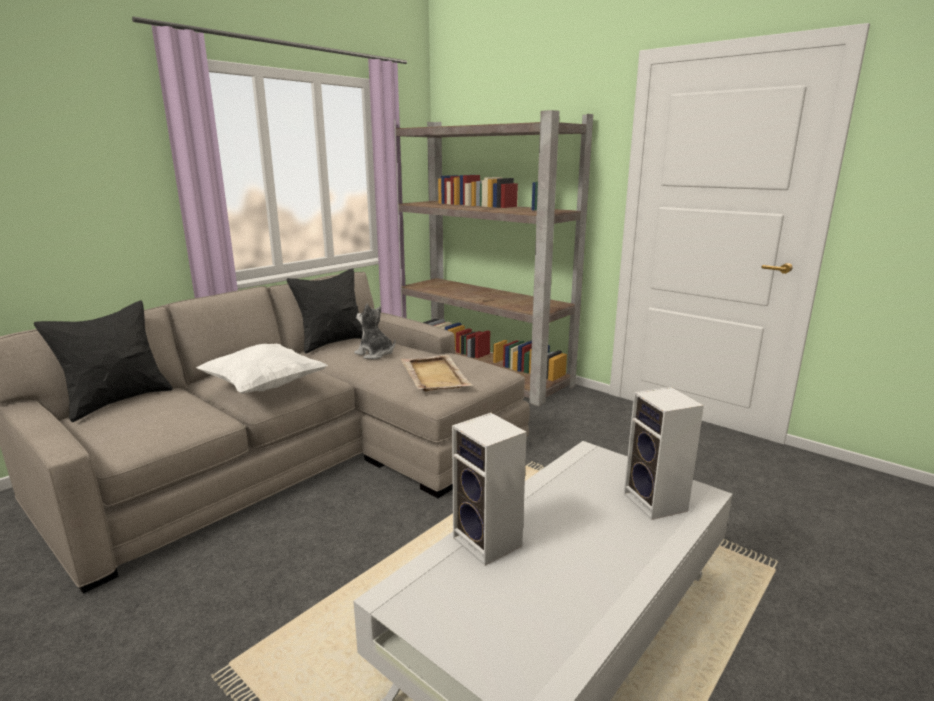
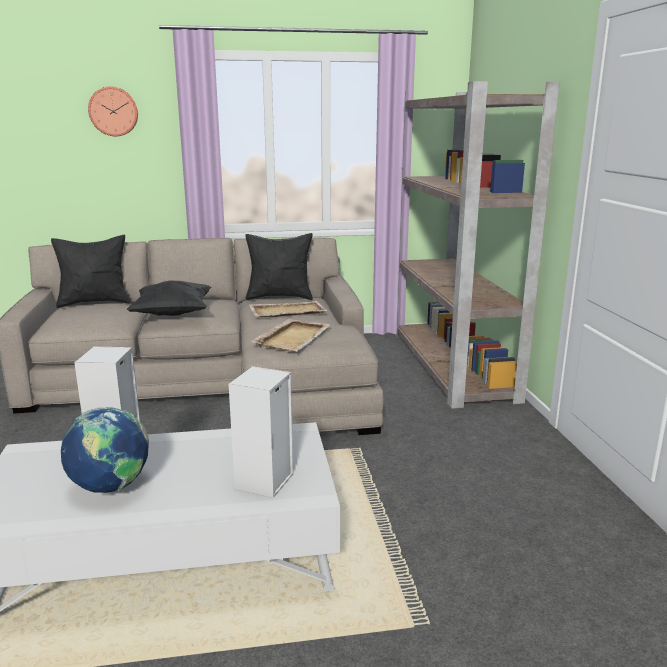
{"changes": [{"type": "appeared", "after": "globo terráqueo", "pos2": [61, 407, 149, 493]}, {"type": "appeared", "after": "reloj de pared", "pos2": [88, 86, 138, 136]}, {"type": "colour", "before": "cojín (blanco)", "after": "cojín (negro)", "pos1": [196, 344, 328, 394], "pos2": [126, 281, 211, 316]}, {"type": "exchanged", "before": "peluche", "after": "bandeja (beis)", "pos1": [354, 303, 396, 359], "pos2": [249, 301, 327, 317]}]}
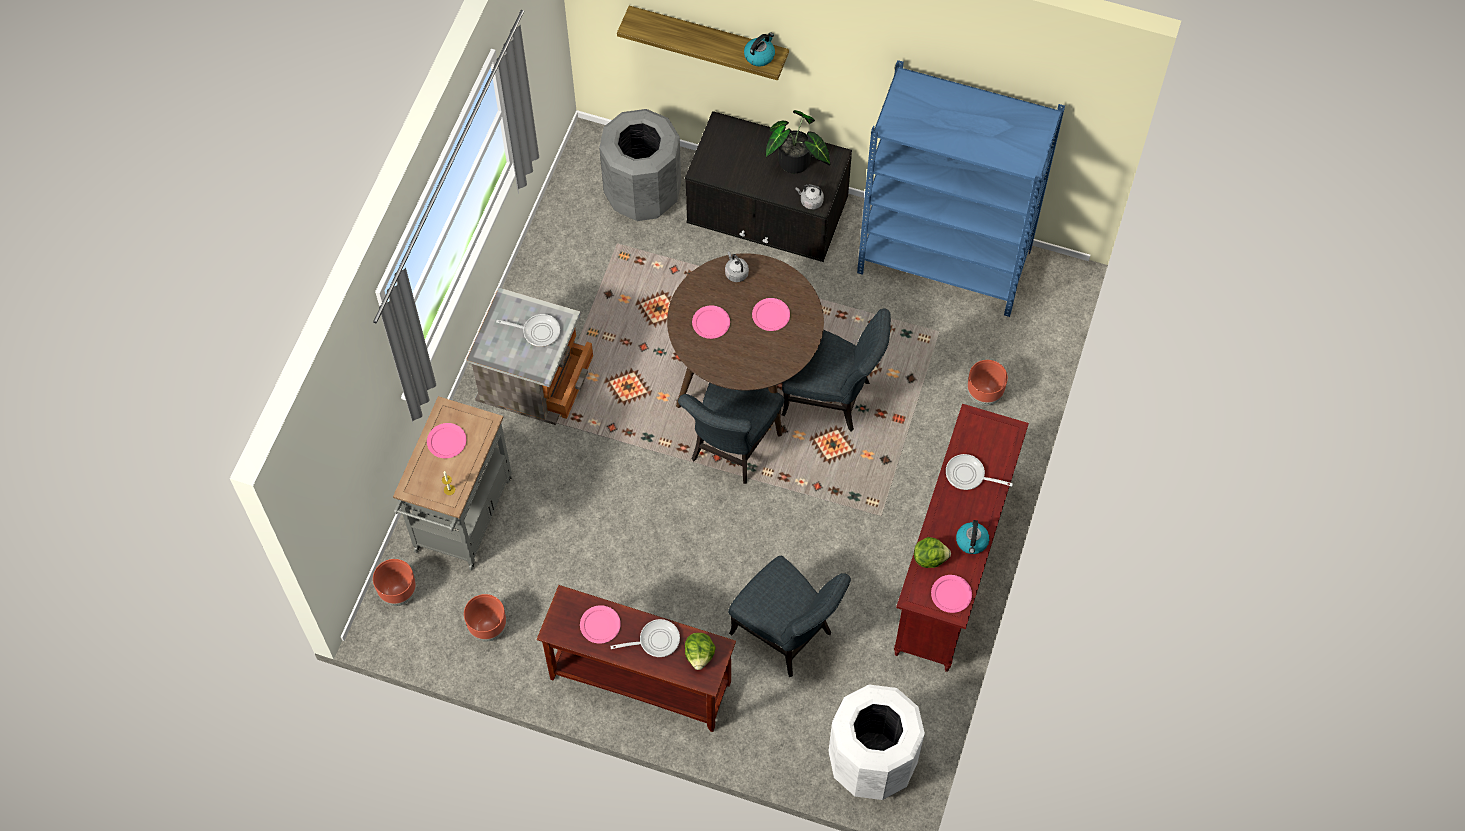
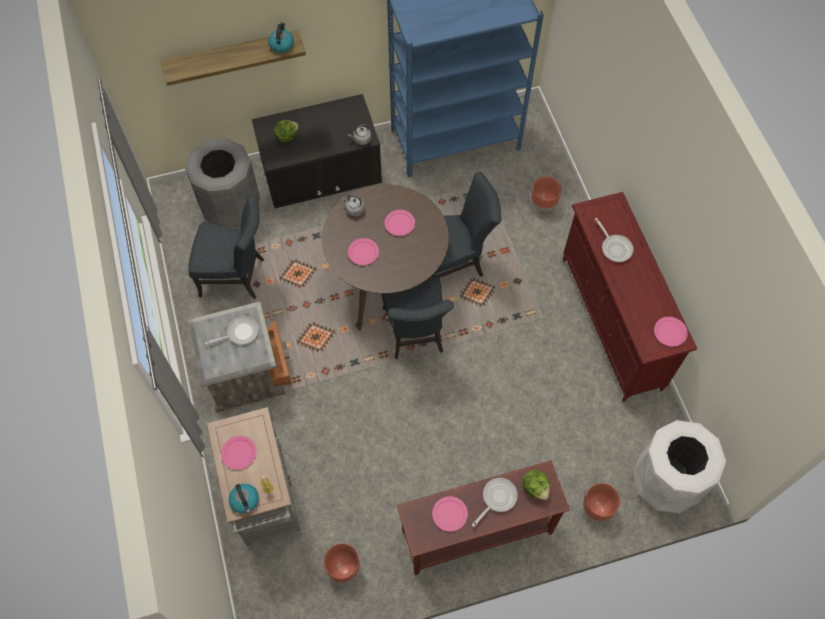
{"changes": [{"type": "relocated", "before": "silla (gris)", "pos1": [728, 555, 851, 677], "pos2": [188, 195, 264, 299]}, {"type": "relocated", "before": "hervidor", "pos1": [956, 520, 989, 554], "pos2": [229, 484, 259, 514]}, {"type": "relocated", "before": "lechuga", "pos1": [914, 537, 951, 568], "pos2": [274, 120, 299, 142]}, {"type": "relocated", "before": "maceta (marrón)", "pos1": [373, 559, 416, 606], "pos2": [583, 483, 620, 522]}, {"type": "spun", "before": "sartén", "pos1": [946, 454, 1013, 490], "pos2": [595, 218, 633, 262], "turn": -105}, {"type": "missing", "before": "planta en maceta", "pos1": [765, 110, 831, 173]}]}
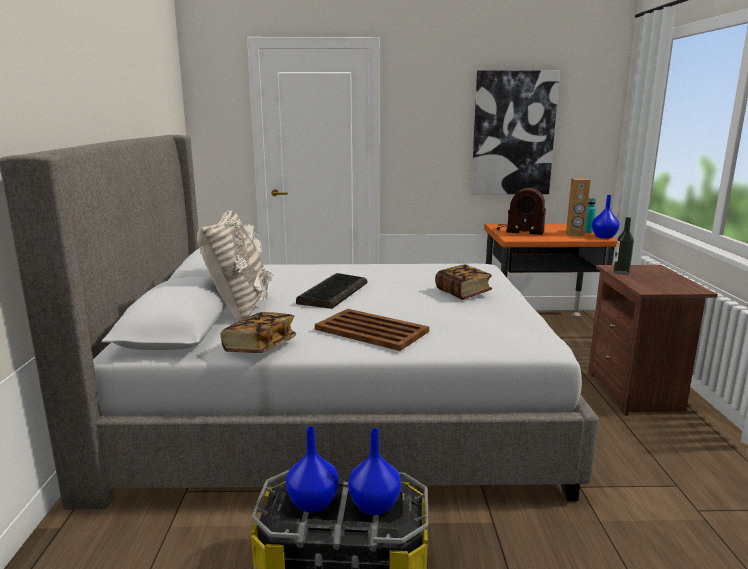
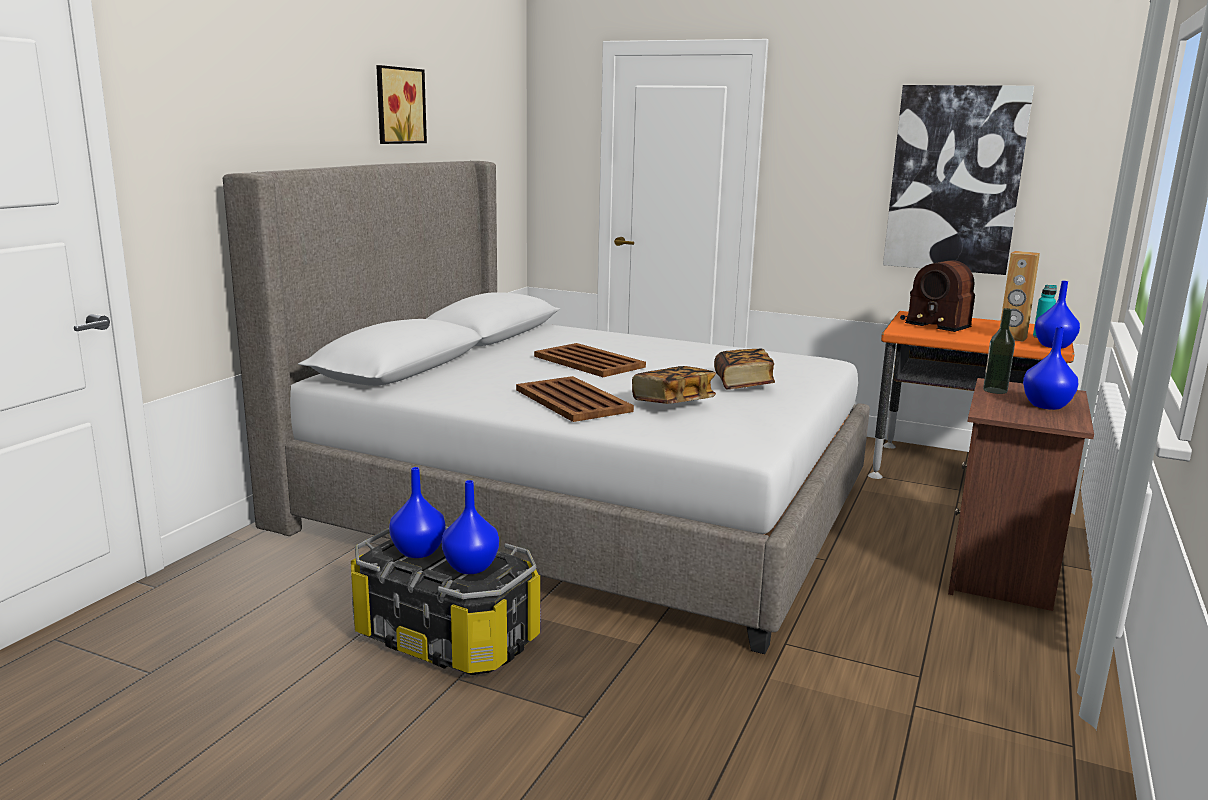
{"changes": [{"type": "appeared", "after": "cuadro", "pos2": [376, 65, 427, 144]}, {"type": "exchanged", "before": "teclado", "after": "bandeja (marrón)", "pos1": [296, 273, 367, 309], "pos2": [534, 343, 646, 377]}, {"type": "relocated", "before": "libro", "pos1": [220, 312, 296, 353], "pos2": [632, 366, 716, 404]}, {"type": "appeared", "after": "florero (azul)", "pos2": [1023, 327, 1078, 410]}, {"type": "missing", "before": "cojín (beis)", "pos1": [197, 210, 274, 321]}]}
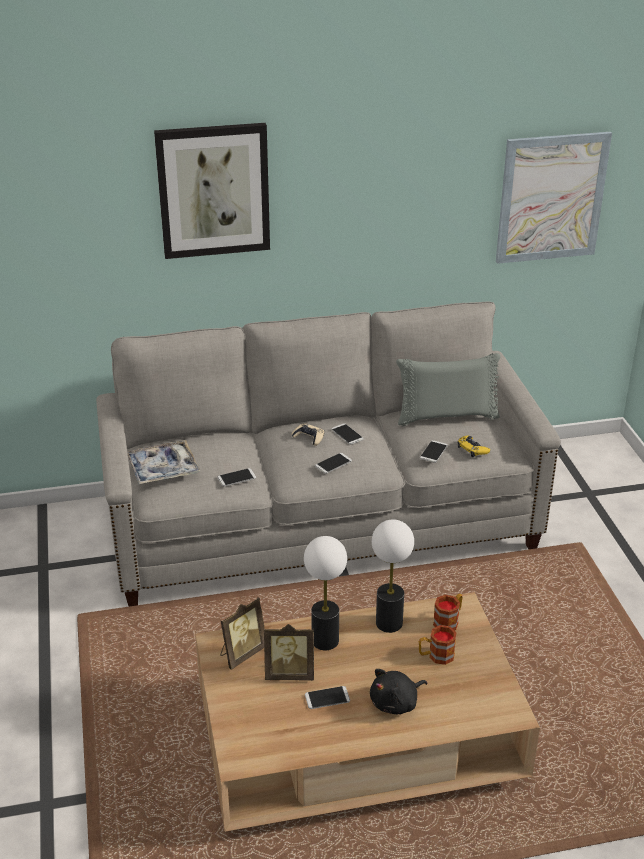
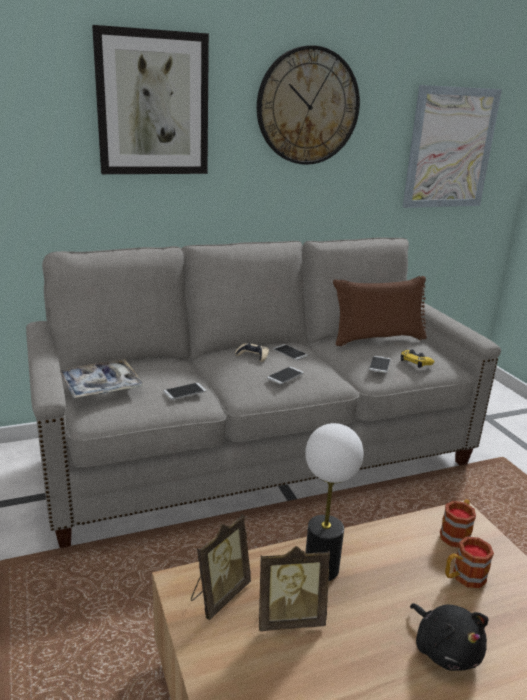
{"changes": [{"type": "appeared", "after": "reloj de pared", "pos2": [257, 45, 360, 165]}, {"type": "colour", "before": "cojín (gris)", "after": "cojín (marrón)", "pos1": [396, 353, 500, 426], "pos2": [333, 276, 427, 346]}, {"type": "spun", "before": "peluche (negro)", "pos1": [370, 669, 427, 714], "pos2": [410, 603, 489, 671], "turn": -75}, {"type": "missing", "before": "móvil", "pos1": [305, 686, 350, 709]}, {"type": "missing", "before": "lámpara de mesa", "pos1": [372, 520, 414, 633]}]}
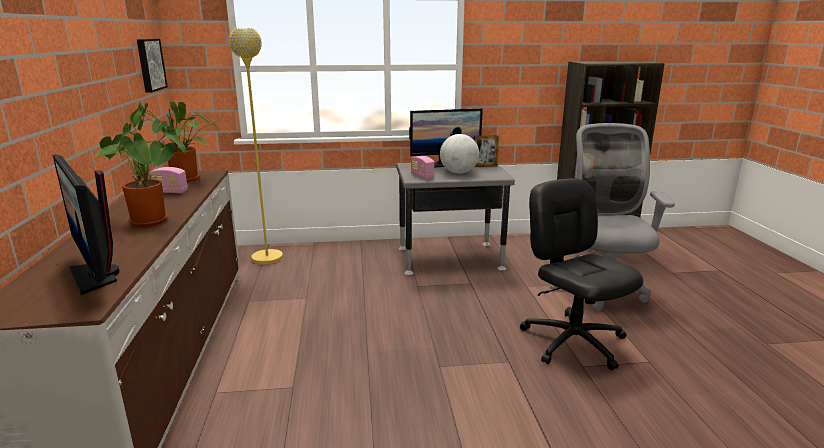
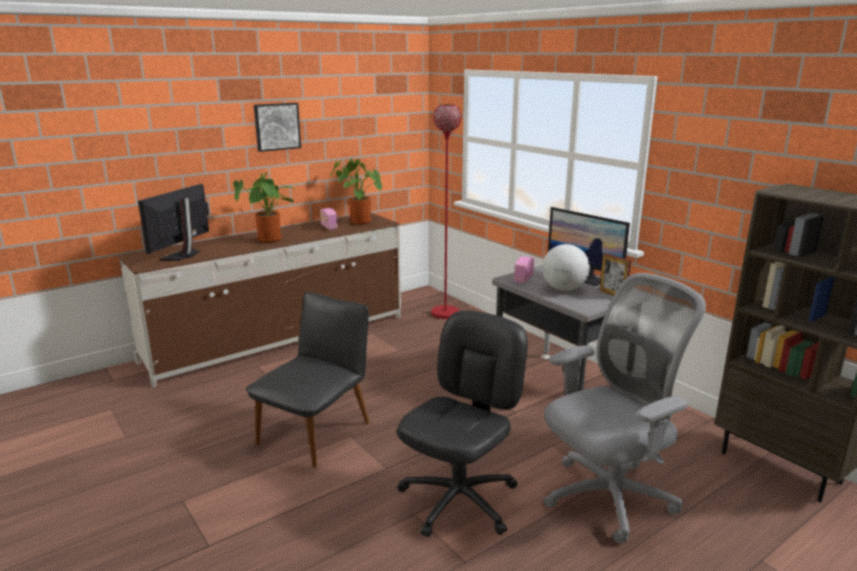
{"changes": [{"type": "appeared", "after": "silla (negro)", "pos2": [246, 292, 370, 468]}, {"type": "relocated", "before": "cuadro", "pos1": [137, 39, 168, 92], "pos2": [254, 103, 301, 152]}, {"type": "colour", "before": "lámpara de pie (amarillo)", "after": "lámpara de pie (rojo)", "pos1": [229, 28, 283, 265], "pos2": [431, 104, 462, 319]}]}
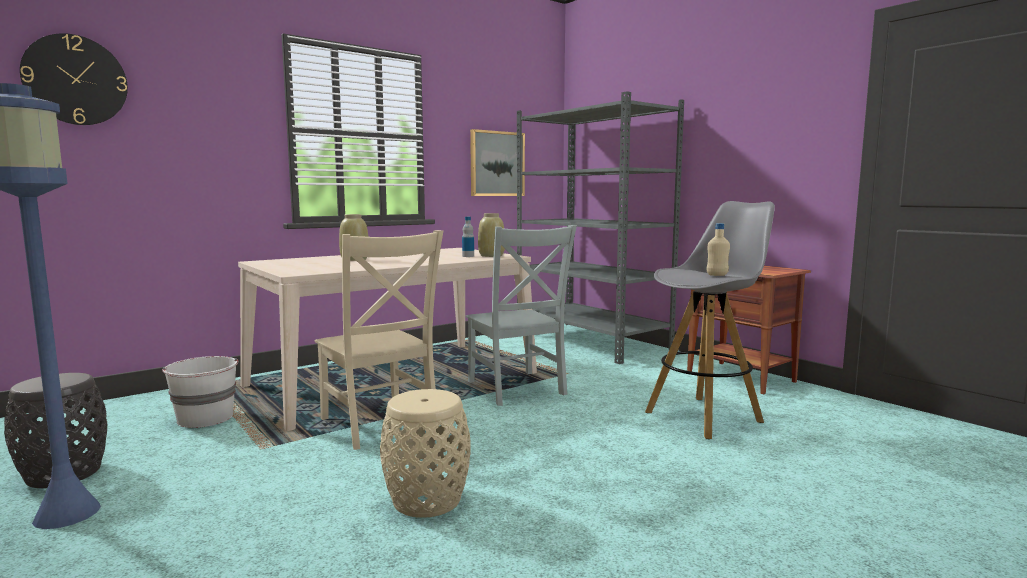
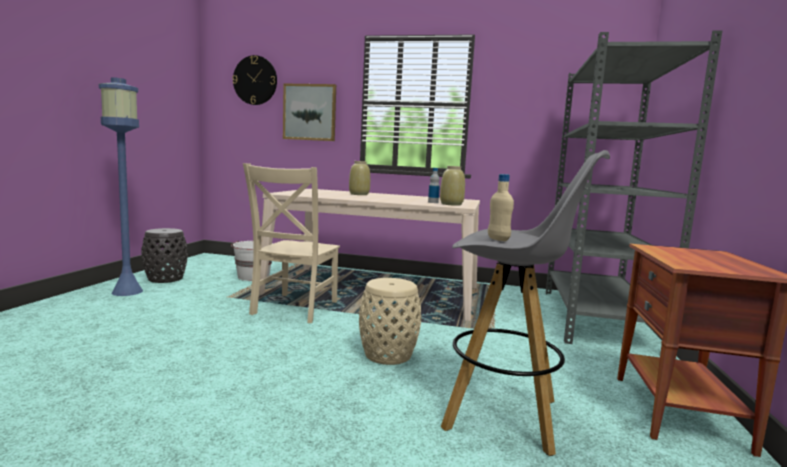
{"changes": [{"type": "relocated", "before": "cuadro", "pos1": [470, 129, 525, 196], "pos2": [283, 84, 336, 141]}, {"type": "relocated", "before": "taburete (beis)", "pos1": [380, 389, 471, 518], "pos2": [359, 278, 421, 365]}, {"type": "missing", "before": "silla (gris)", "pos1": [466, 225, 577, 406]}]}
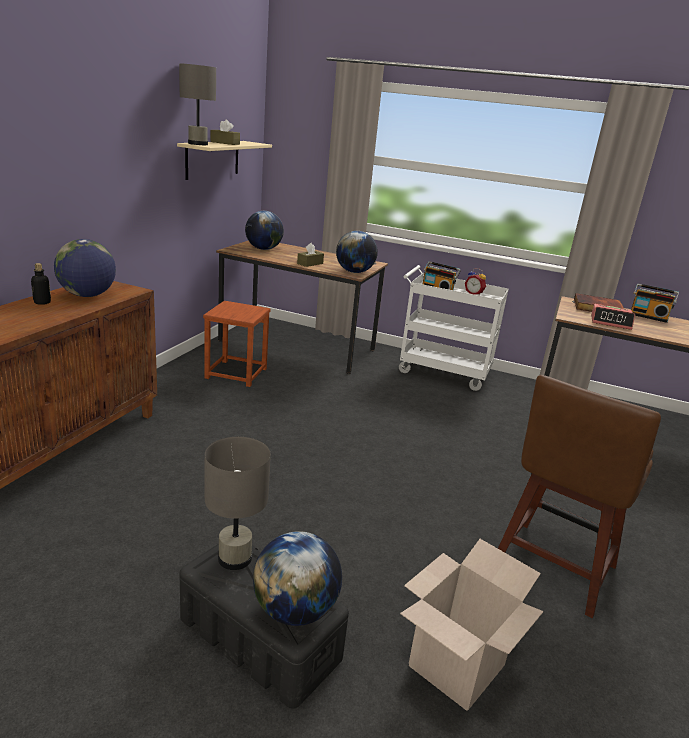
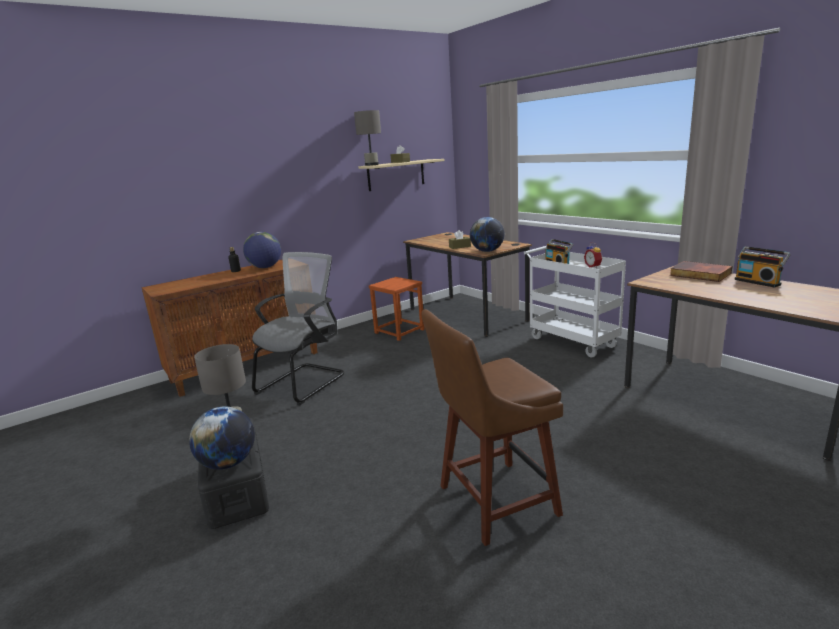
{"changes": [{"type": "appeared", "after": "silla", "pos2": [252, 252, 344, 406]}, {"type": "missing", "before": "globo terráqueo", "pos1": [245, 211, 284, 250]}, {"type": "missing", "before": "caja de cartón", "pos1": [400, 539, 543, 711]}, {"type": "missing", "before": "despertador", "pos1": [591, 304, 635, 330]}]}
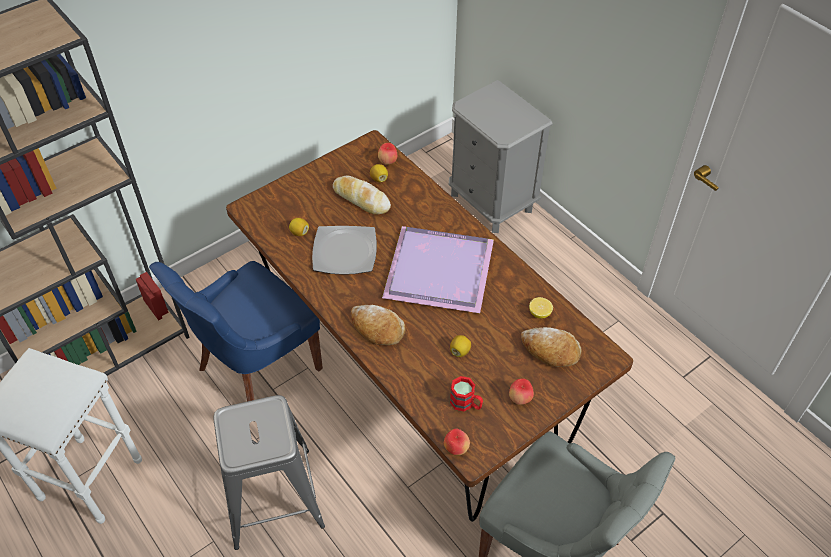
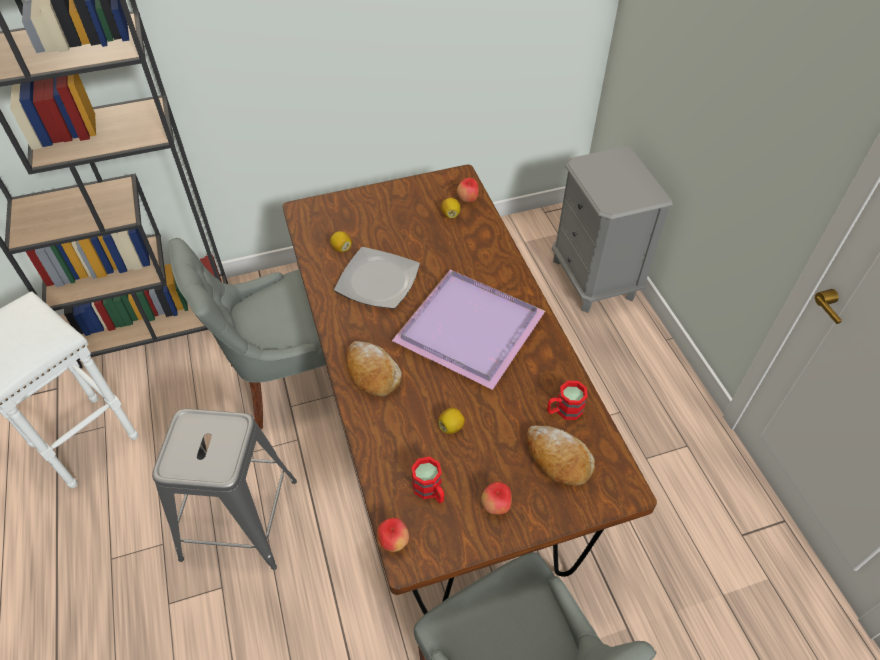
{"changes": [{"type": "colour", "before": "silla (azul)", "after": "silla (gris)", "pos1": [149, 261, 323, 402], "pos2": [169, 238, 326, 430]}, {"type": "exchanged", "before": "limón", "after": "taza grande (rojo)", "pos1": [529, 297, 553, 319], "pos2": [547, 381, 588, 420]}, {"type": "missing", "before": "pan", "pos1": [333, 176, 391, 215]}]}
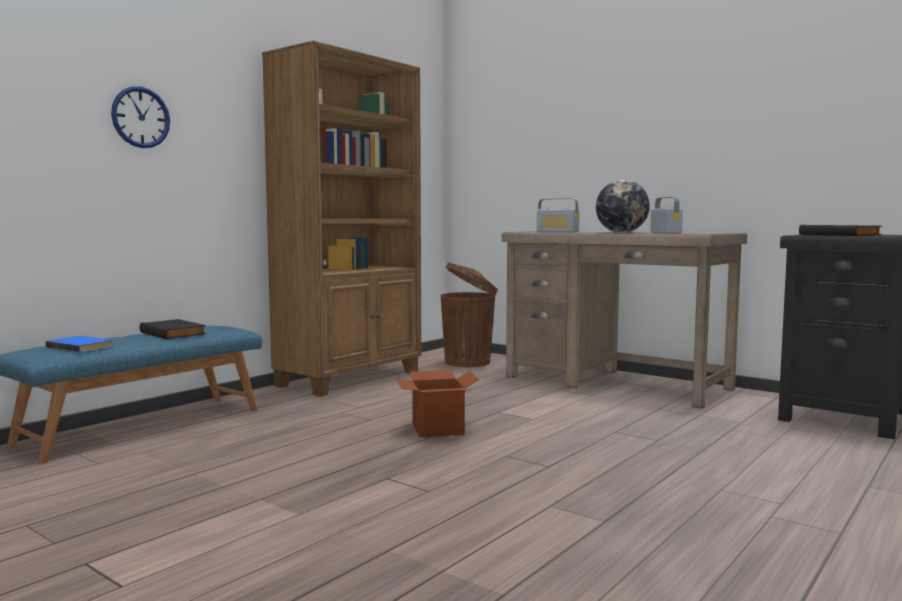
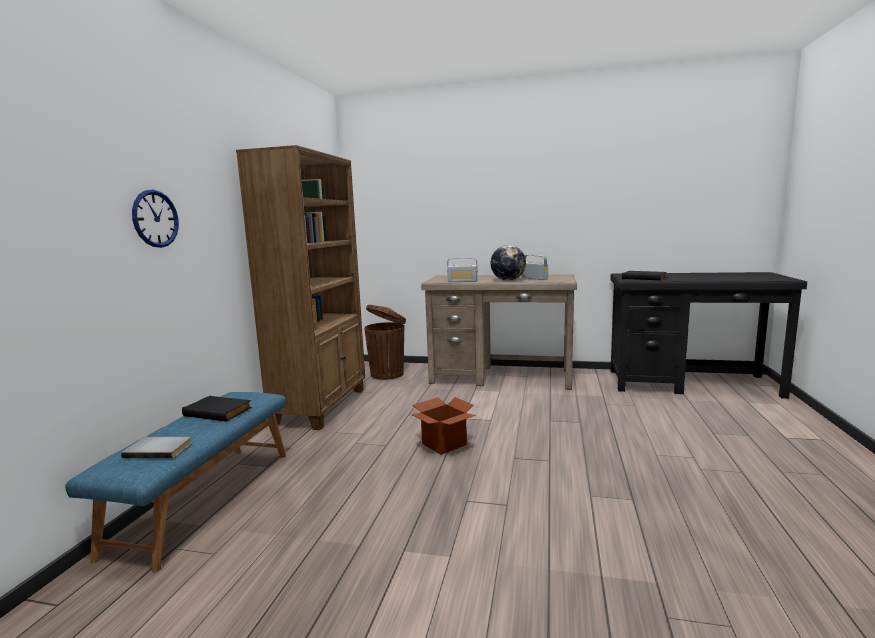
{"changes": [{"type": "colour", "before": "libro (azul)", "after": "libro (gris)", "pos1": [46, 336, 113, 352], "pos2": [121, 437, 192, 458]}]}
